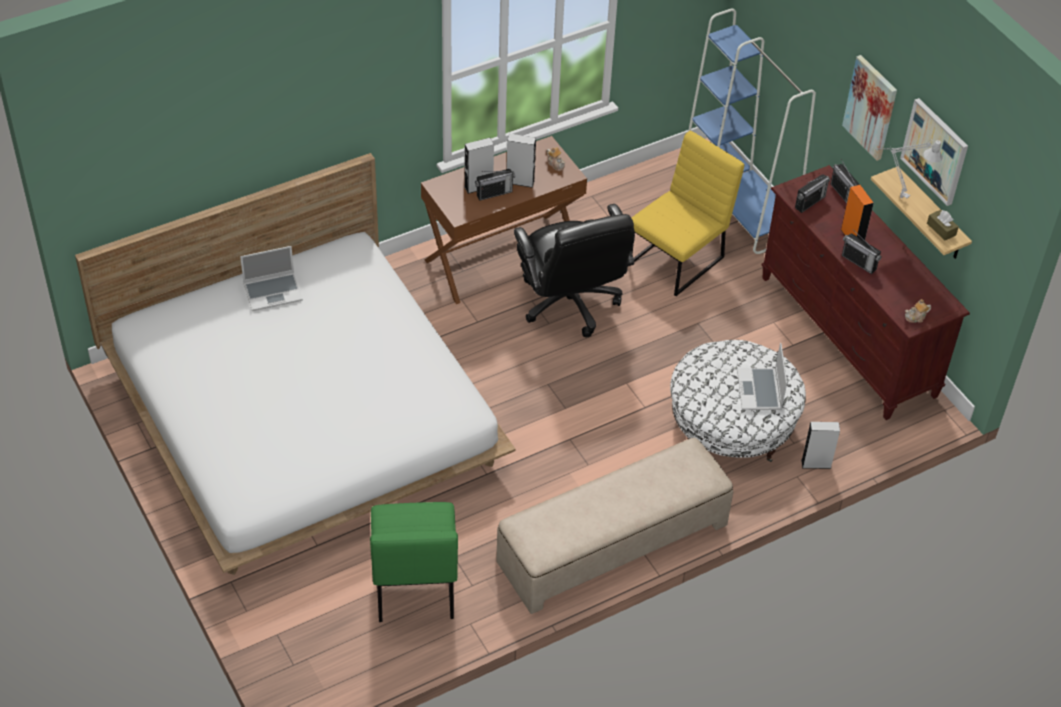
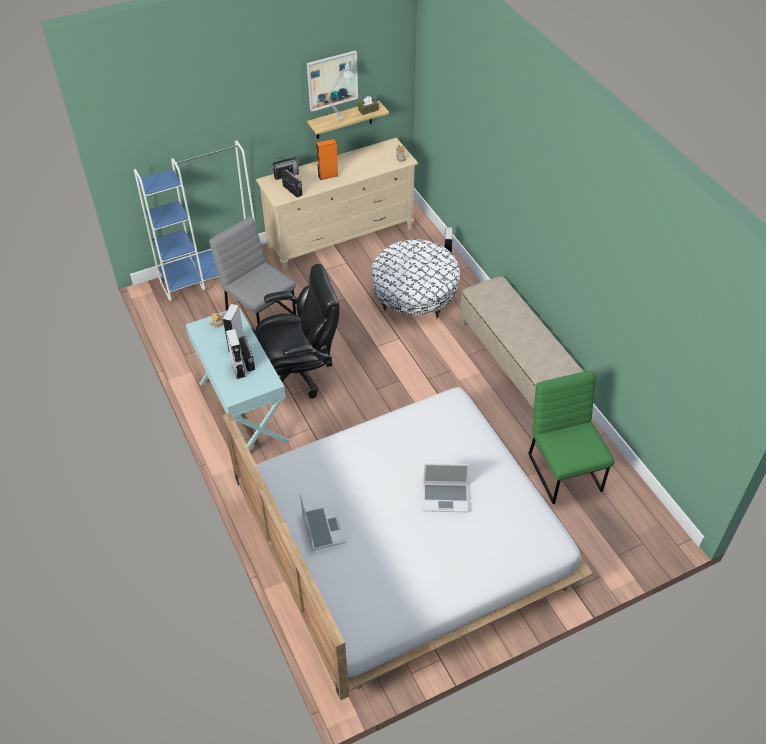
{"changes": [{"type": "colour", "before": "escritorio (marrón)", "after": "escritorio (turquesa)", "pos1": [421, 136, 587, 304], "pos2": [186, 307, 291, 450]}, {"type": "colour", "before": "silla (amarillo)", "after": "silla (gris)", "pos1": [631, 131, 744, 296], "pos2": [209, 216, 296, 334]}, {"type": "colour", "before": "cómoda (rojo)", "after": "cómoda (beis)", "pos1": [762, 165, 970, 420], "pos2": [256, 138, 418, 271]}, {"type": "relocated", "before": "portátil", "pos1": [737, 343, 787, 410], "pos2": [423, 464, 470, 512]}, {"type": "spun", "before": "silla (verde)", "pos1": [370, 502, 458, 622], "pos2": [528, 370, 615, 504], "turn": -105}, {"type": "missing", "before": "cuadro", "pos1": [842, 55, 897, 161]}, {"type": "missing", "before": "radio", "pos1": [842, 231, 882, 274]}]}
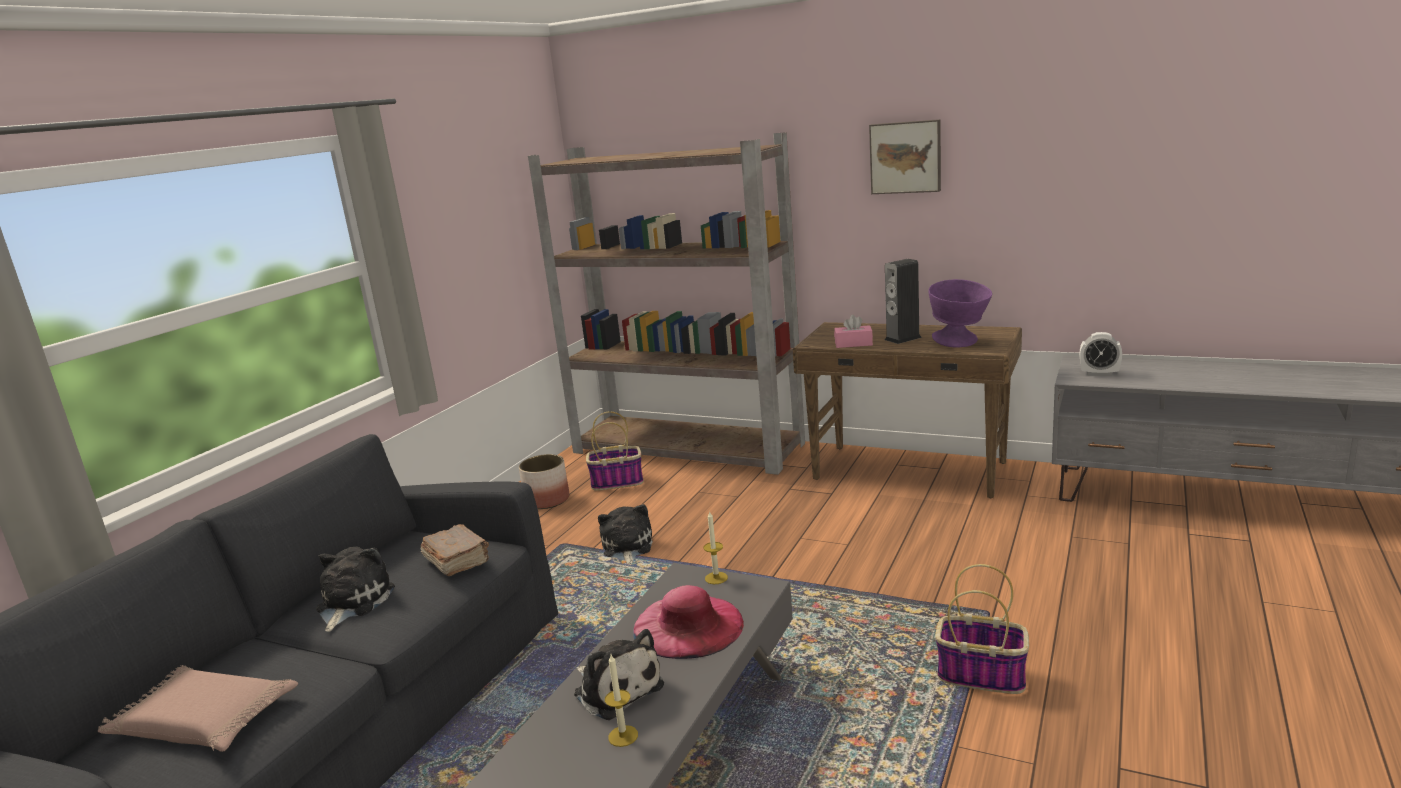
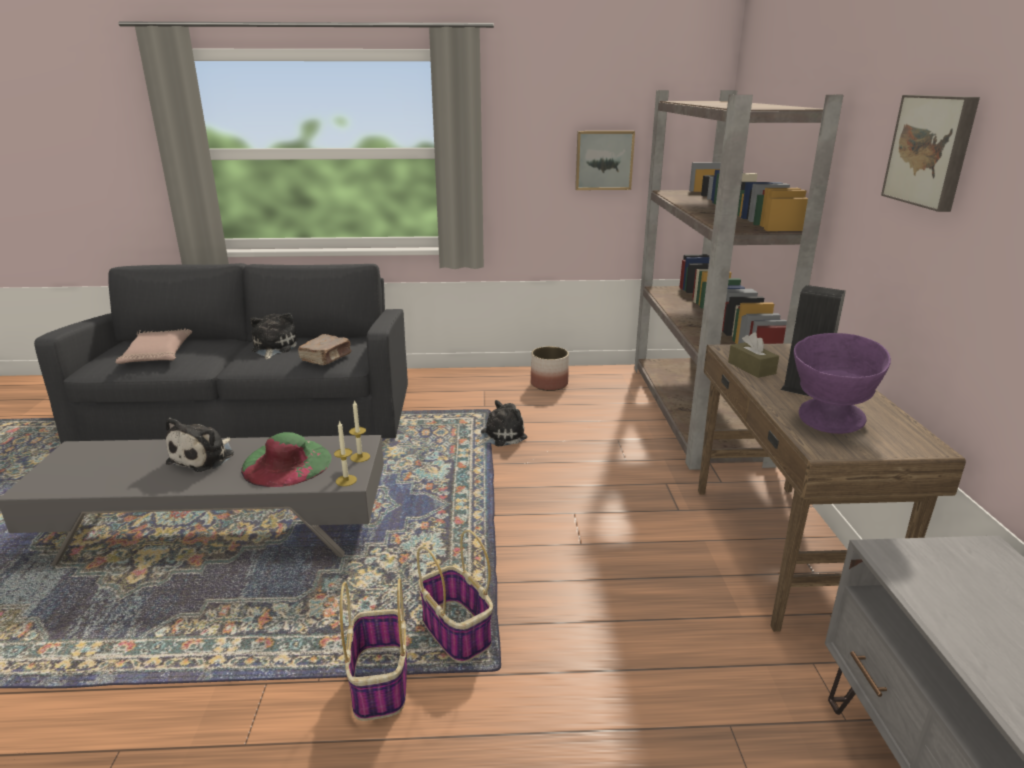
{"changes": [{"type": "colour", "before": "sombrero (rosa)", "after": "sombrero (verde)", "pos1": [633, 585, 744, 659], "pos2": [241, 432, 331, 487]}, {"type": "spun", "before": "peluche", "pos1": [316, 547, 395, 632], "pos2": [250, 313, 298, 359], "turn": -75}, {"type": "relocated", "before": "vela", "pos1": [605, 655, 638, 747], "pos2": [334, 420, 357, 486]}, {"type": "relocated", "before": "cesta", "pos1": [586, 412, 644, 491], "pos2": [417, 530, 493, 663]}, {"type": "appeared", "after": "cuadro", "pos2": [575, 131, 635, 190]}, {"type": "colour", "before": "caja de pañuelos (rosa)", "after": "caja de pañuelos (marrón)", "pos1": [834, 315, 873, 348], "pos2": [728, 333, 779, 378]}, {"type": "missing", "before": "despertador", "pos1": [1080, 332, 1122, 376]}]}
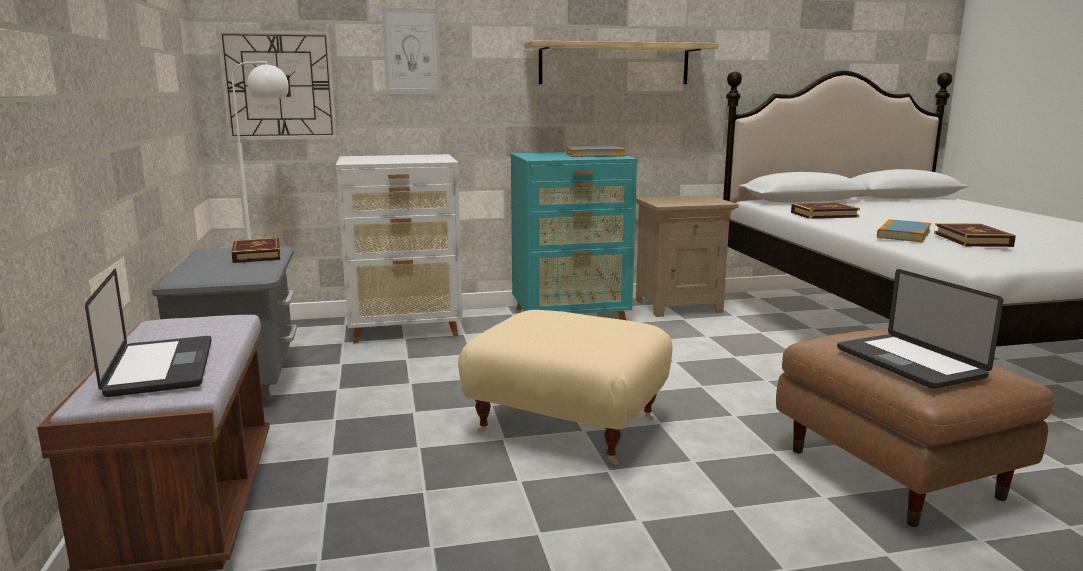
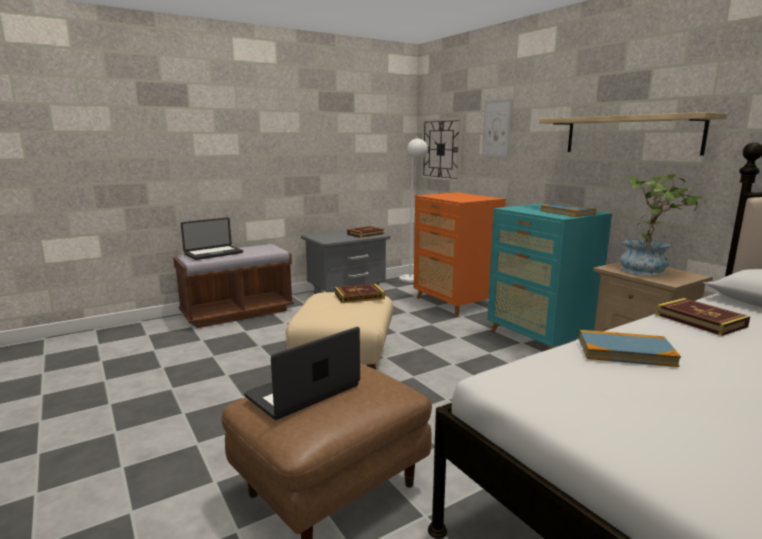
{"changes": [{"type": "relocated", "before": "libro", "pos1": [934, 223, 1016, 247], "pos2": [335, 283, 385, 303]}, {"type": "colour", "before": "cómoda (blanco)", "after": "cómoda (naranja)", "pos1": [335, 154, 462, 344], "pos2": [414, 192, 506, 316]}, {"type": "appeared", "after": "planta en maceta", "pos2": [620, 174, 704, 275]}]}
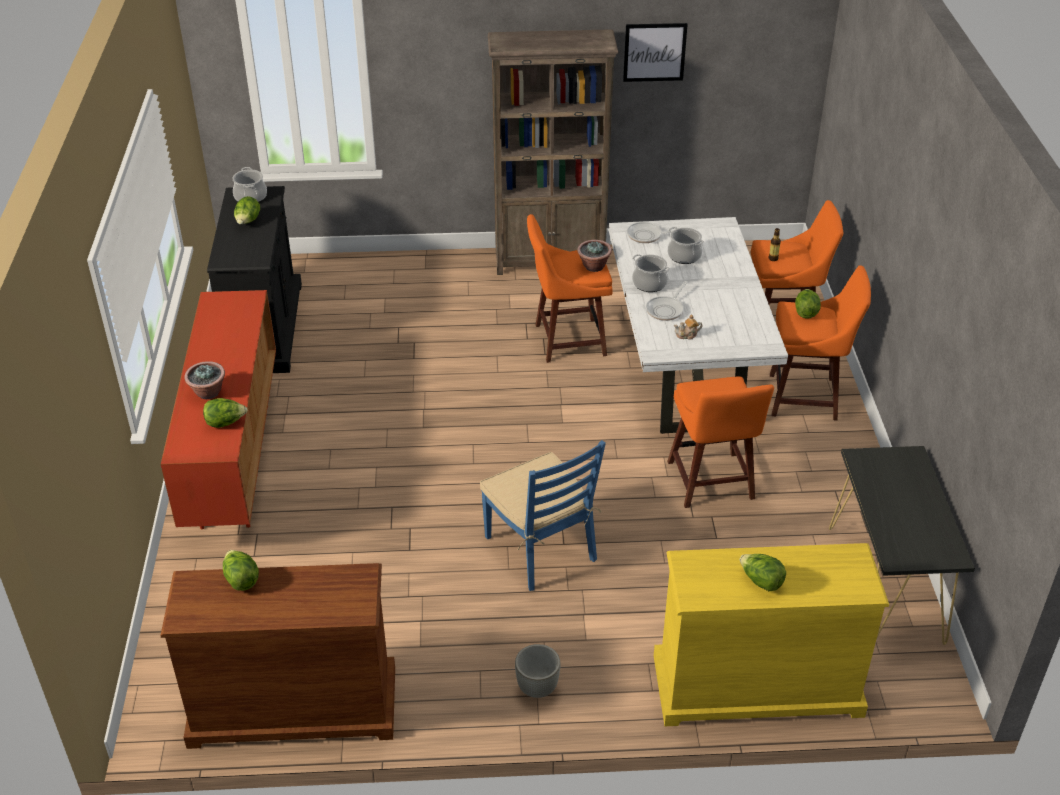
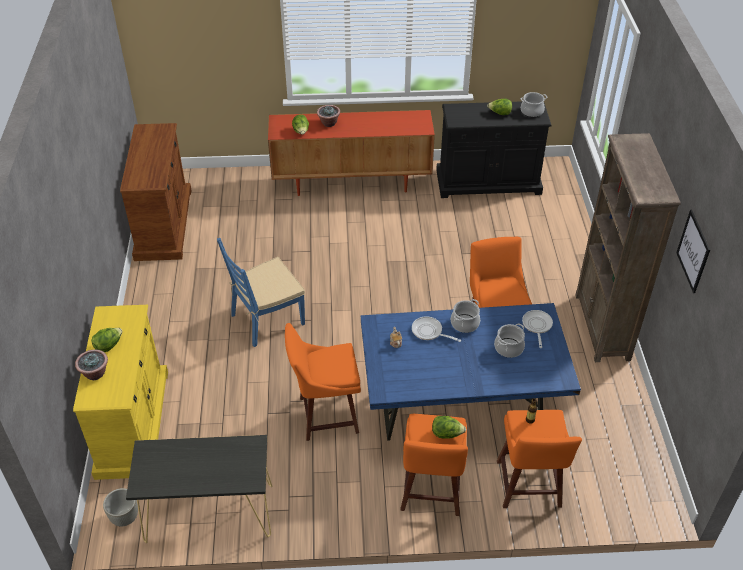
{"changes": [{"type": "relocated", "before": "planta en maceta", "pos1": [577, 240, 612, 272], "pos2": [75, 349, 108, 380]}, {"type": "relocated", "before": "maceta (gris)", "pos1": [515, 644, 561, 698], "pos2": [103, 488, 138, 526]}, {"type": "colour", "before": "mesa de comedor (blanco)", "after": "mesa de comedor (azul)", "pos1": [609, 217, 788, 434], "pos2": [361, 303, 581, 440]}, {"type": "missing", "before": "lechuga", "pos1": [223, 550, 259, 591]}]}
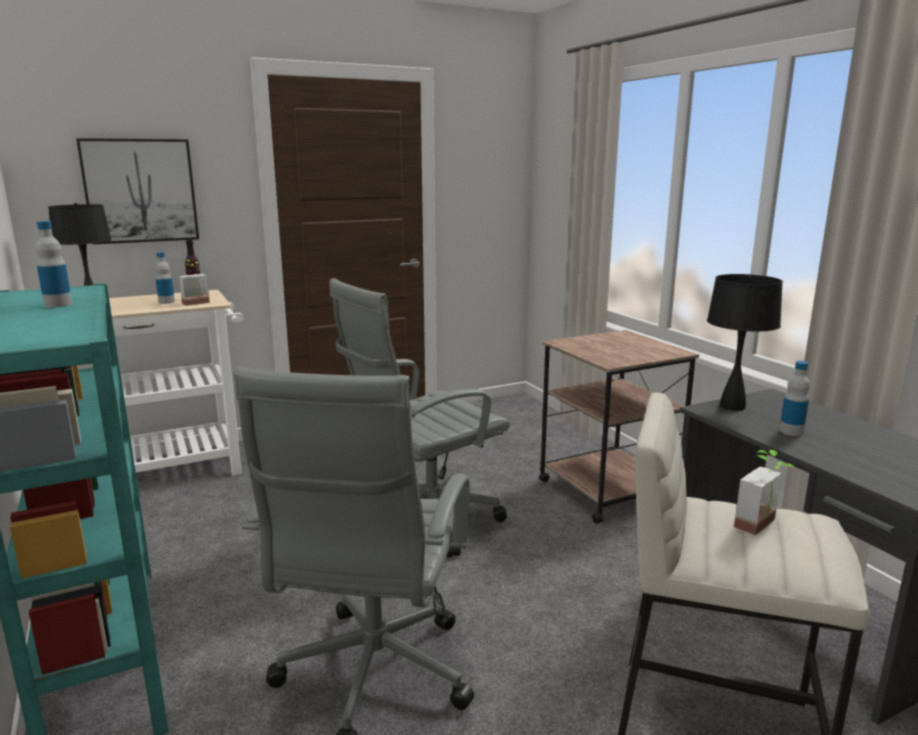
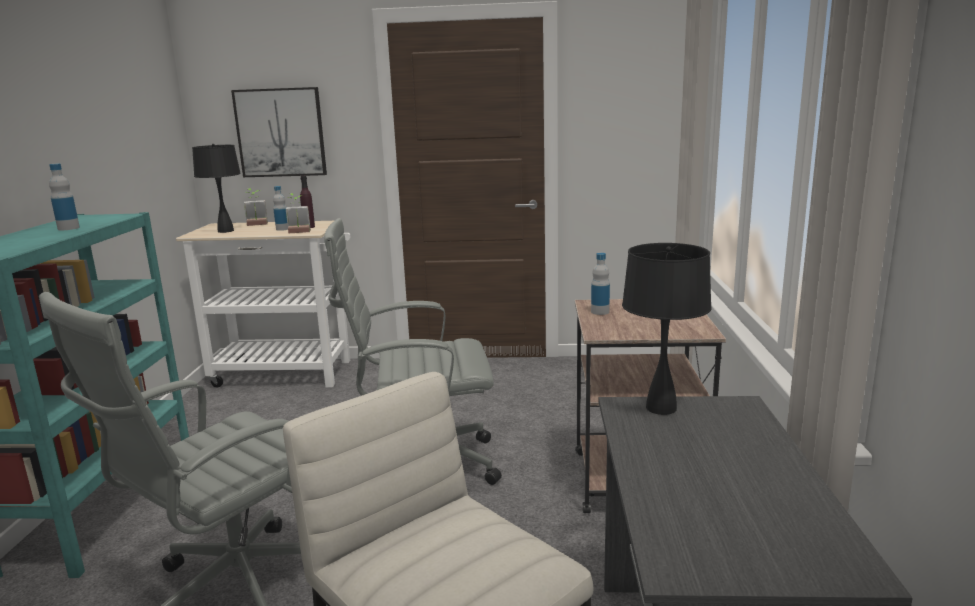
{"changes": [{"type": "relocated", "before": "planta en maceta", "pos1": [734, 450, 795, 535], "pos2": [244, 188, 268, 226]}, {"type": "relocated", "before": "botella", "pos1": [779, 361, 810, 436], "pos2": [591, 253, 610, 315]}]}
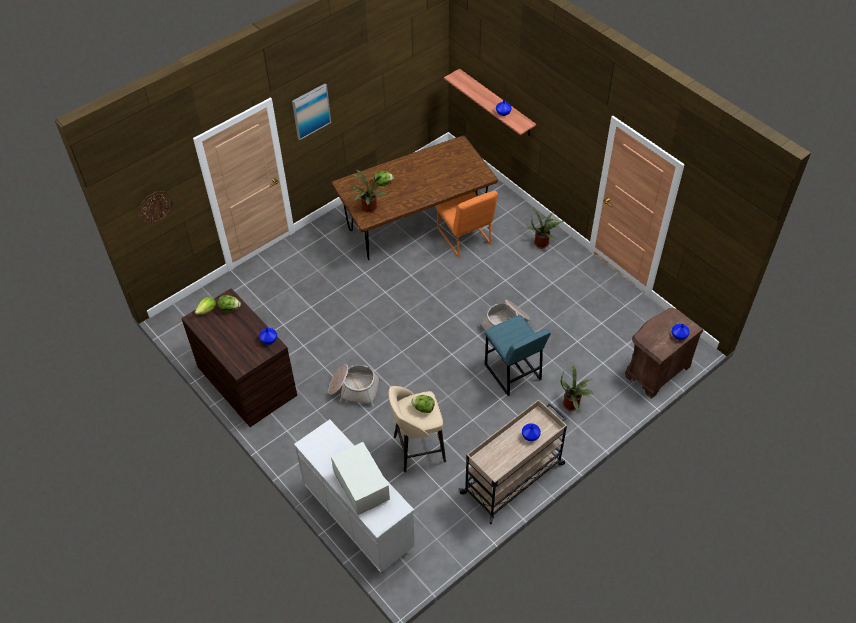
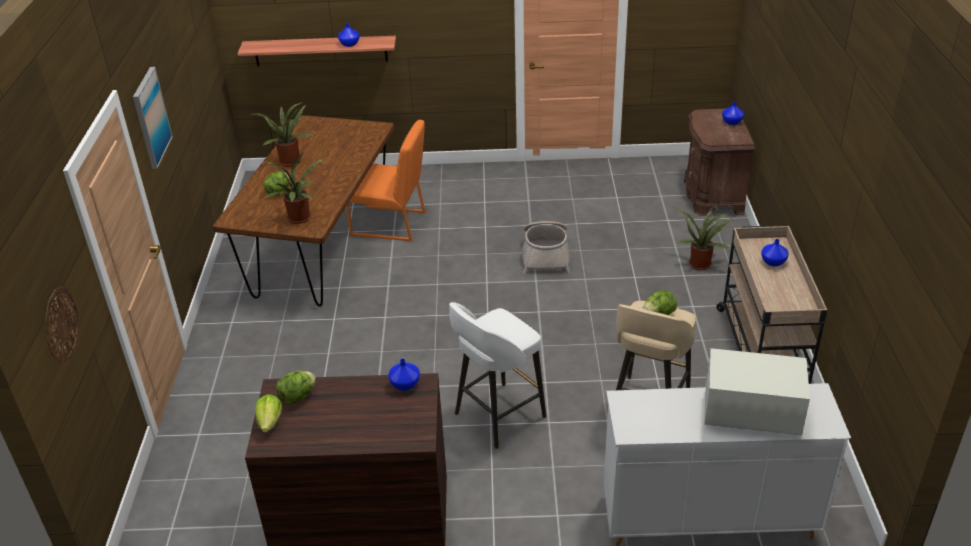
{"changes": [{"type": "relocated", "before": "planta en maceta", "pos1": [527, 207, 563, 248], "pos2": [252, 102, 314, 166]}, {"type": "exchanged", "before": "cesta", "after": "taburete (blanco)", "pos1": [328, 364, 381, 407], "pos2": [449, 302, 547, 449]}, {"type": "missing", "before": "taburete (azul)", "pos1": [485, 315, 551, 396]}]}
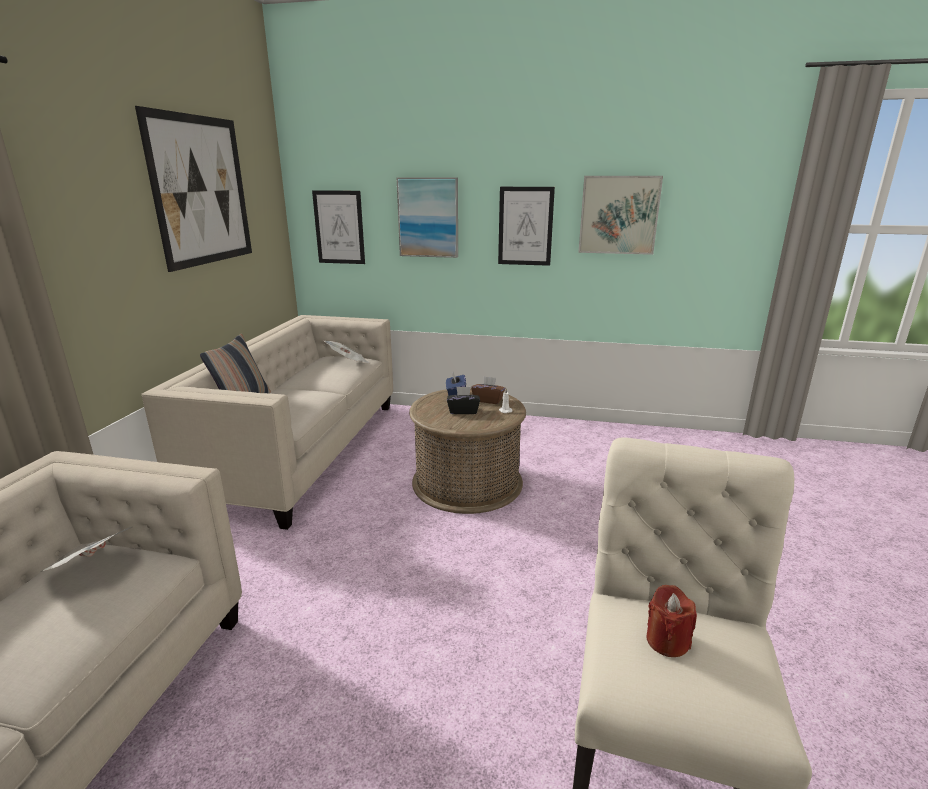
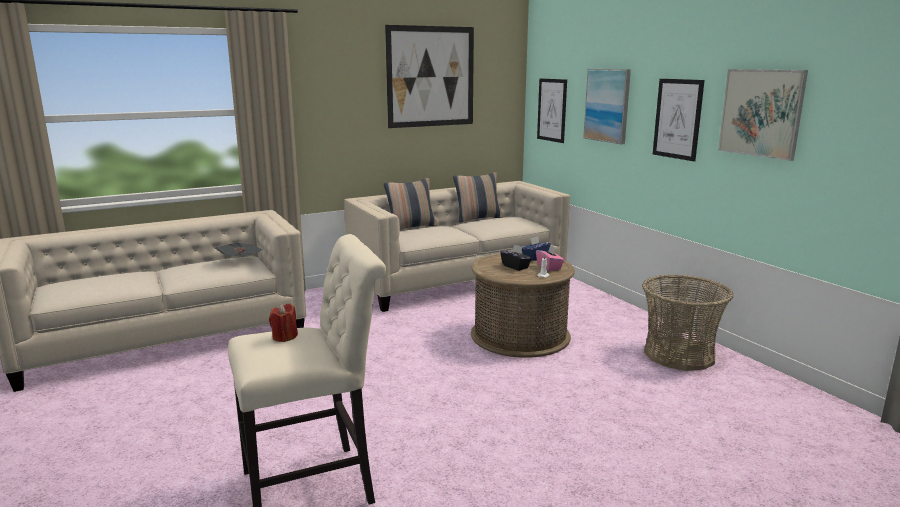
{"changes": [{"type": "appeared", "after": "cojín", "pos2": [453, 172, 503, 222]}, {"type": "colour", "before": "caja de pañuelos (marrón)", "after": "caja de pañuelos (rosa)", "pos1": [471, 376, 505, 404], "pos2": [536, 245, 564, 271]}, {"type": "appeared", "after": "cesta", "pos2": [642, 274, 733, 371]}, {"type": "missing", "before": "periódico", "pos1": [324, 341, 370, 363]}]}
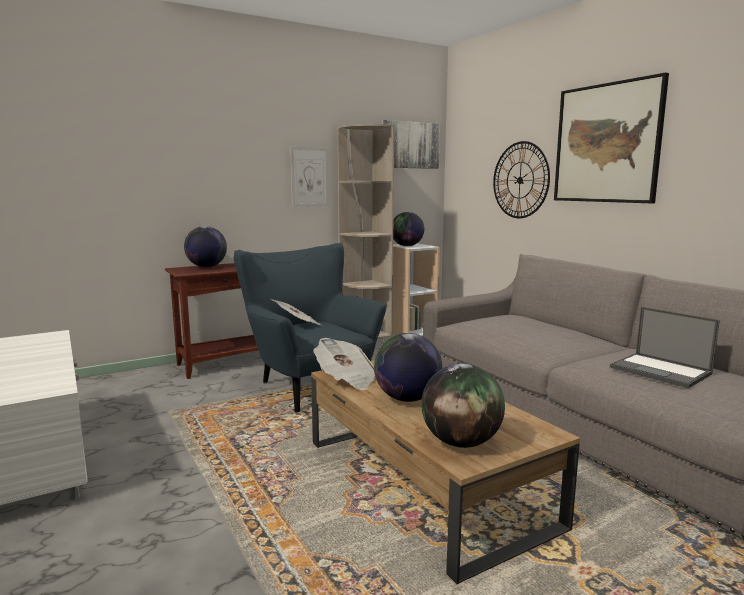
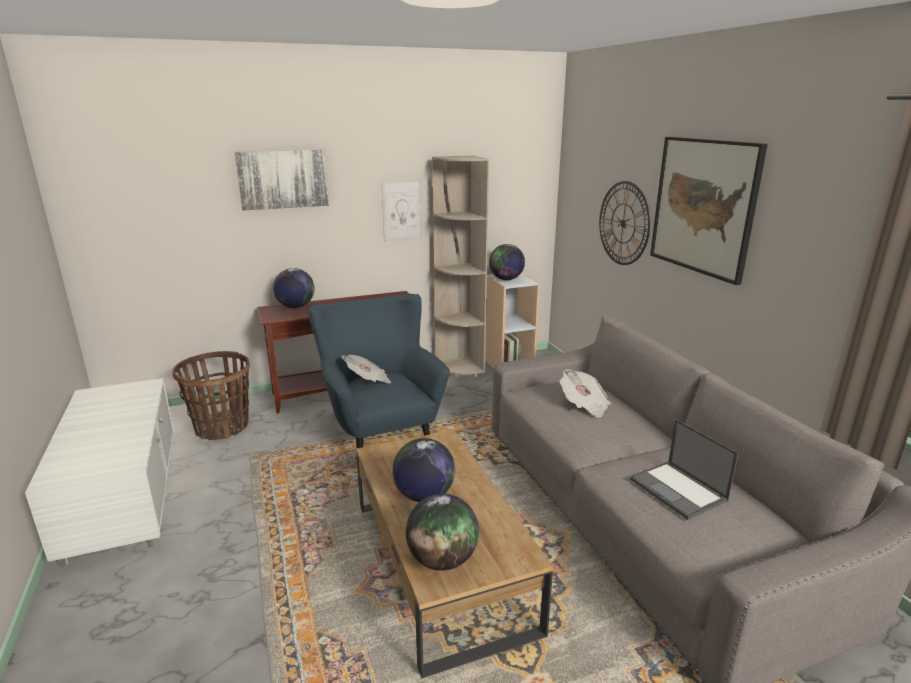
{"changes": [{"type": "appeared", "after": "cesta", "pos2": [173, 351, 250, 440]}, {"type": "relocated", "before": "cuadro", "pos1": [381, 120, 440, 169], "pos2": [234, 150, 329, 210]}, {"type": "relocated", "before": "periódico", "pos1": [313, 338, 375, 390], "pos2": [560, 369, 611, 418]}]}
